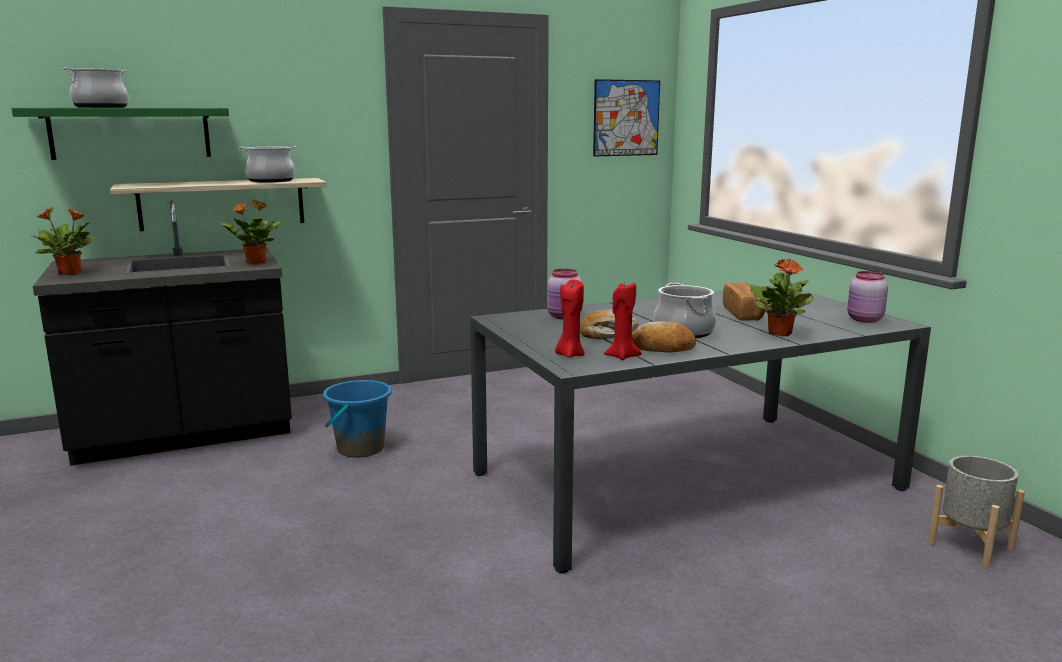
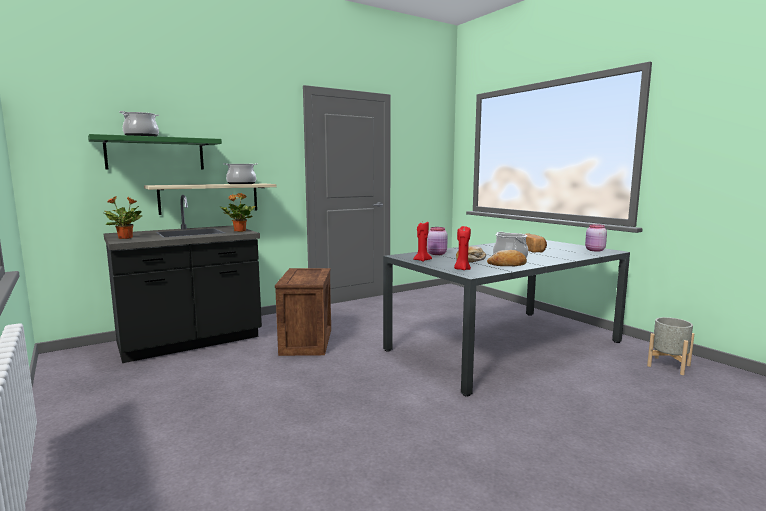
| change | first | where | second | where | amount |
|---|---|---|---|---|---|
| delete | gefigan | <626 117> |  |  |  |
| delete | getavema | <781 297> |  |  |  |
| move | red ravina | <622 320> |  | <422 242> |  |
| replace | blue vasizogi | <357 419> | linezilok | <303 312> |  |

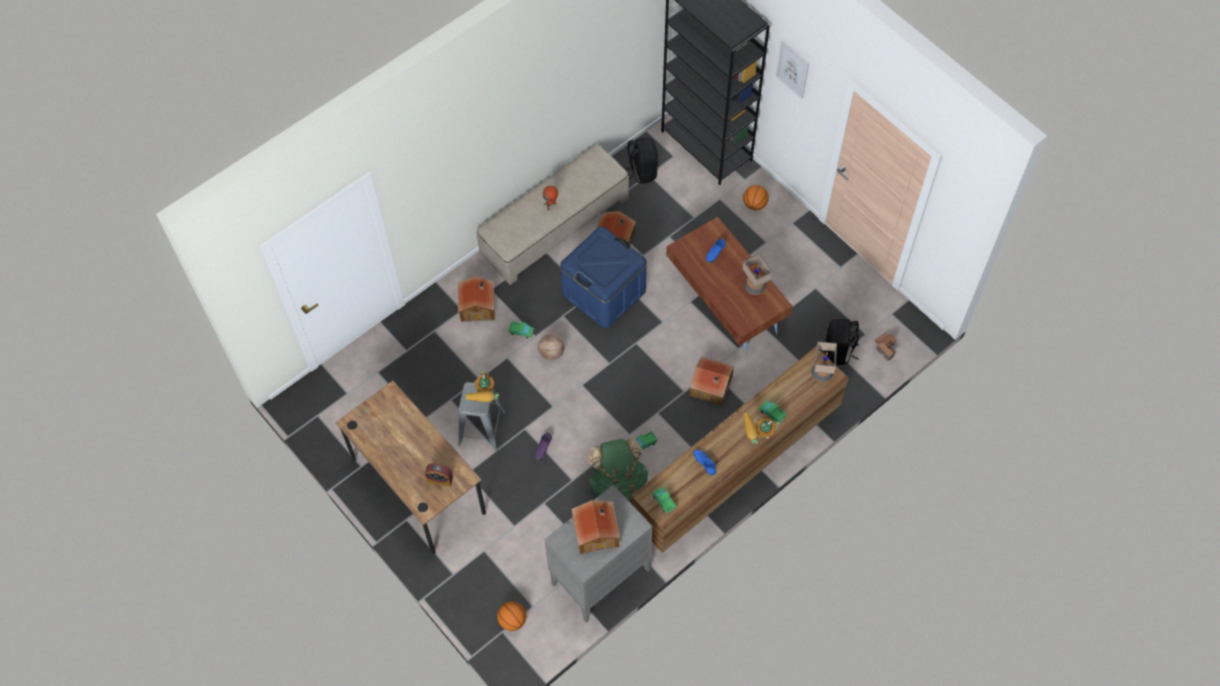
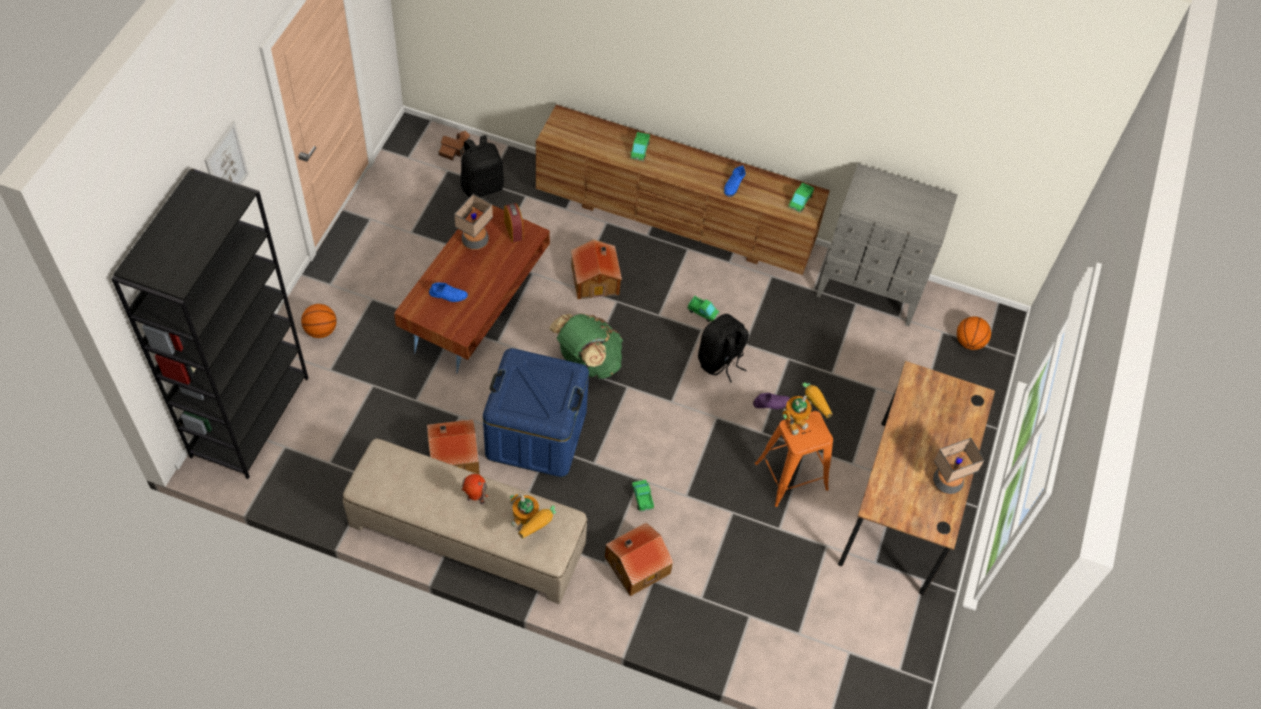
| change | first | where | second | where | amount |
|---|---|---|---|---|---|
| move | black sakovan | <641 161> |  | <723 348> |  |
| delete | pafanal | <551 347> |  |  |  |
| move | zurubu | <824 361> |  | <959 466> |  |
| recolor | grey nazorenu | <481 416> | orange nazorenu | <794 459> |  |
| move | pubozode | <761 428> |  | <533 516> |  |
| move | green sakovan | <618 469> |  | <586 346> |  |
| move | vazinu | <439 474> |  | <513 222> |  |
| delete | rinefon | <595 527> |  |  |  |

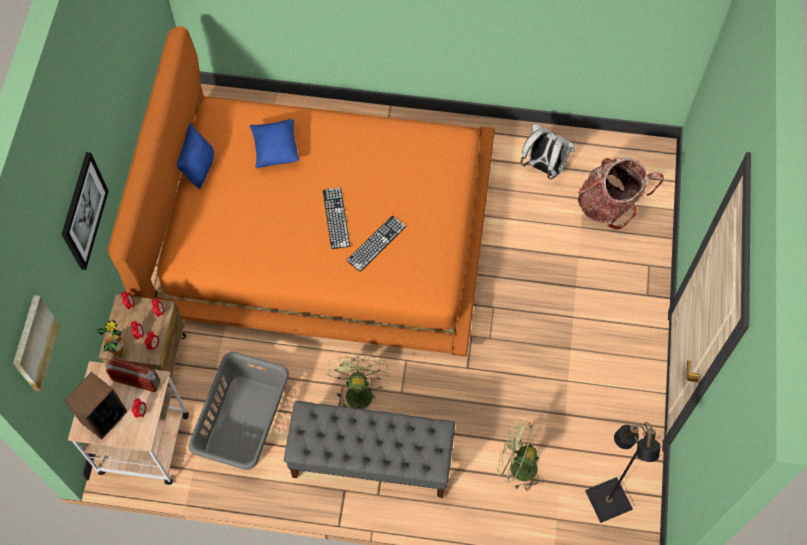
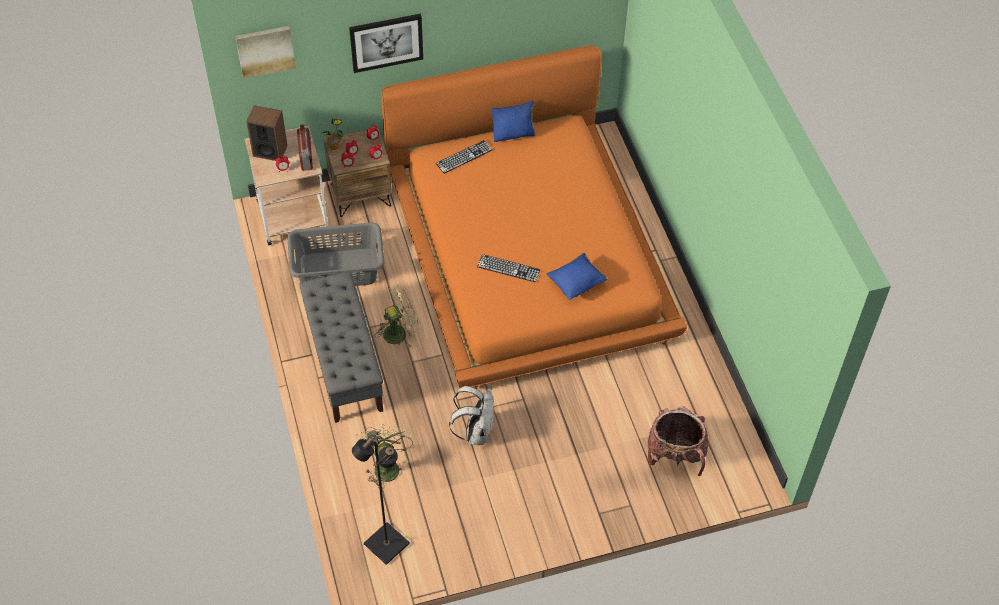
| change | first | where | second | where | amount |
|---|---|---|---|---|---|
| move | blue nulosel | <274 143> |  | <576 276> |  |
| move | white sakovan | <548 151> |  | <472 415> |  |
| move | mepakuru | <336 218> |  | <464 157> |  |

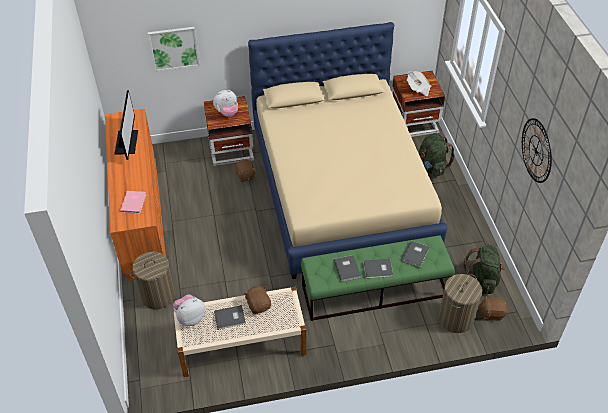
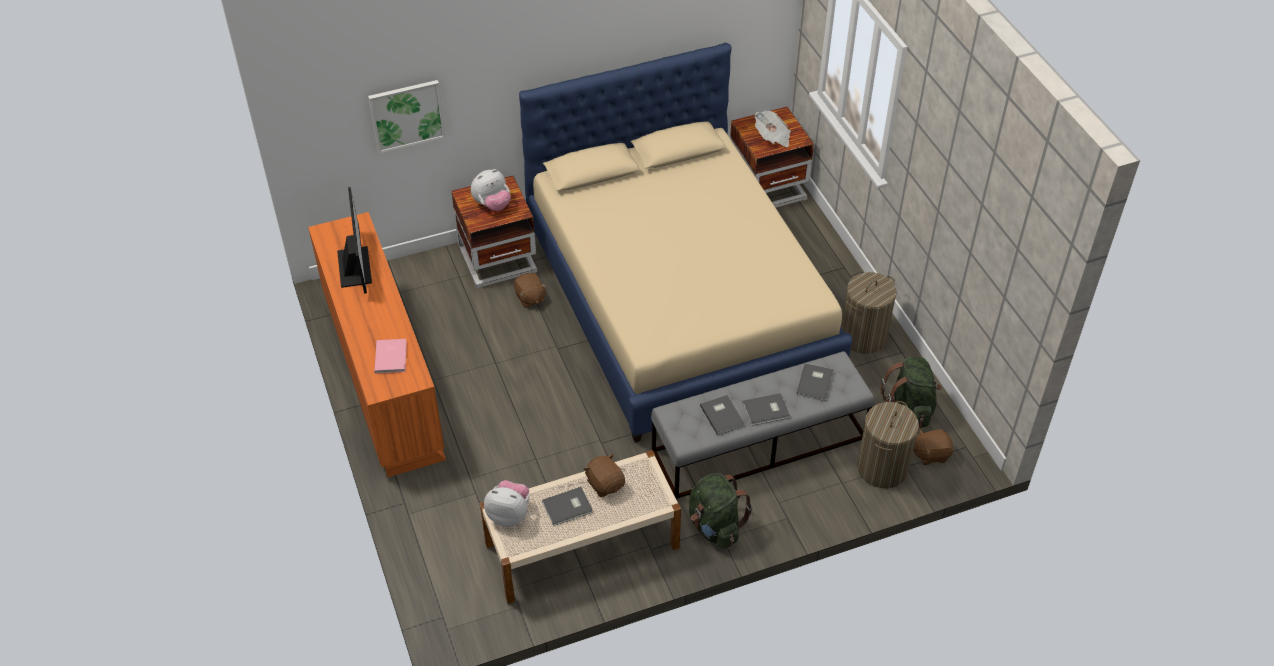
| change | first | where | second | where | amount |
|---|---|---|---|---|---|
| delete | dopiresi | <537 150> |  |  |  |
| move | green sakovan | <437 155> |  | <721 511> |  |
| recolor | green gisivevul | <378 278> | grey gisivevul | <762 425> |  |
| move | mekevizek | <152 280> |  | <869 313> |  |
| rotate | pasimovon | <189 310> |  | <506 503> | 60 degrees clockwise |

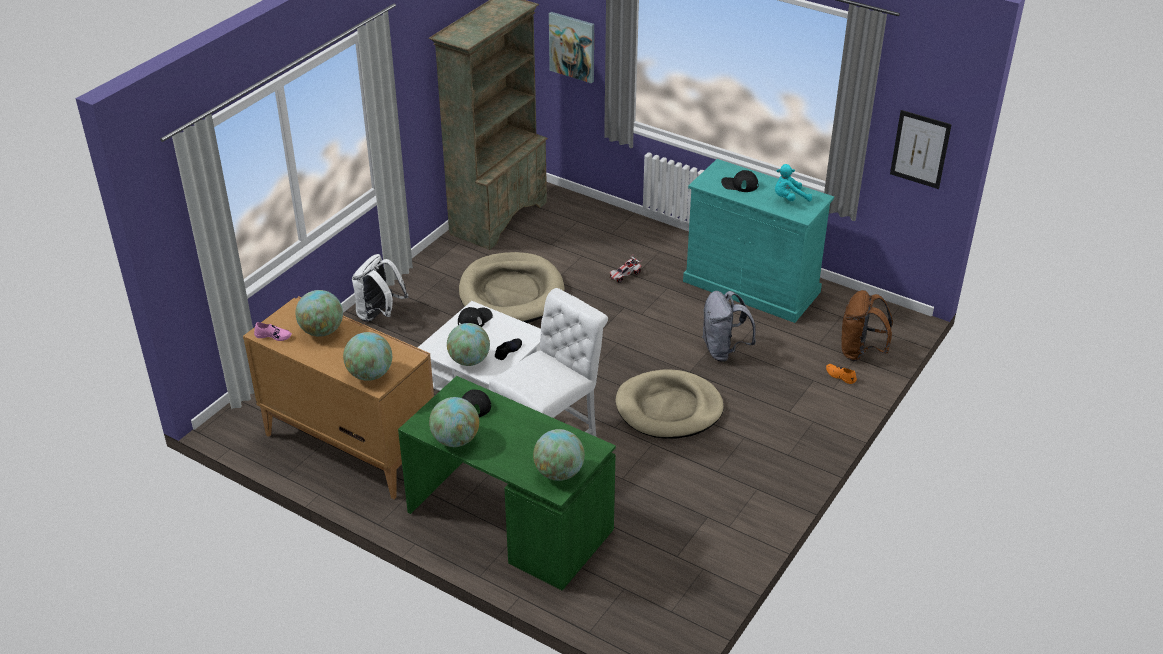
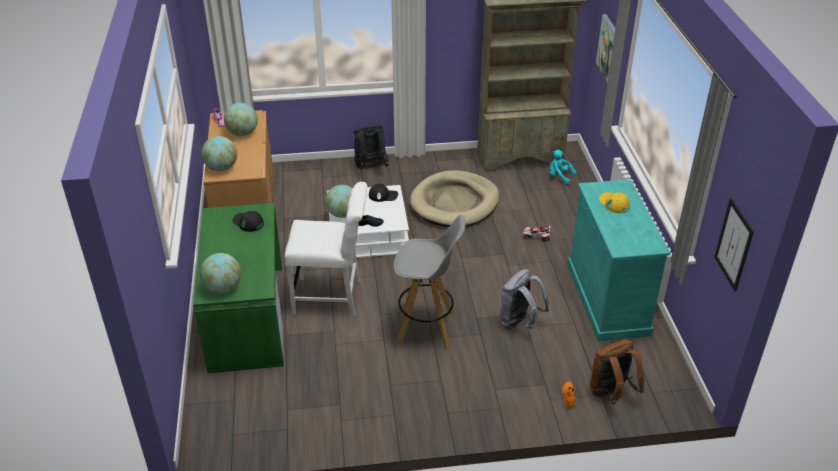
| change | first | where | second | where | amount |
|---|---|---|---|---|---|
| move | turquoise pasimovon | <793 182> |  | <563 167> |  |
| recolor | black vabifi | <740 181> | yellow vabifi | <614 202> |  |
| recolor | white sakovan | <380 288> | black sakovan | <371 148> |  |
| replace | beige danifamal | <669 404> | grey nazorenu | <429 281> |  |
| delete | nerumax | <454 422> |  |  |  |

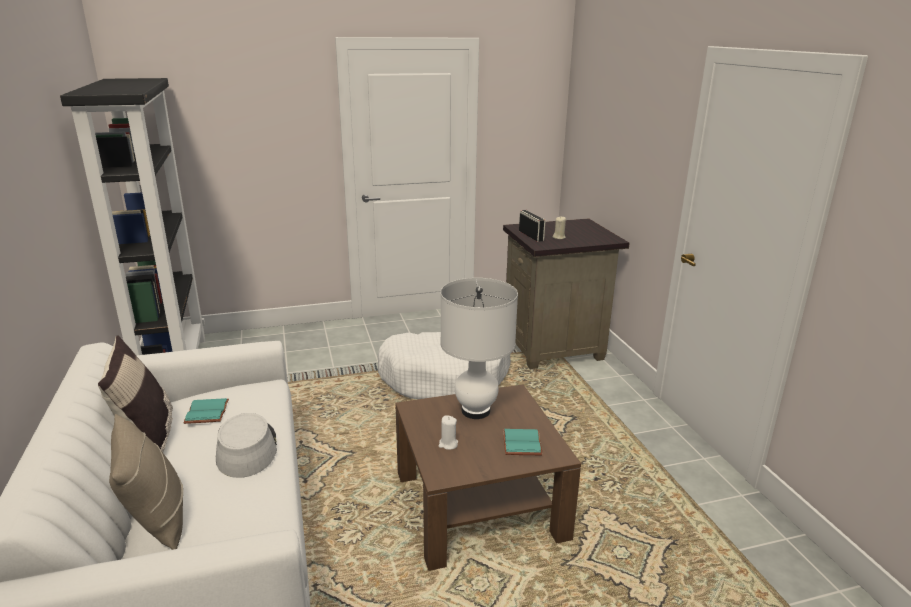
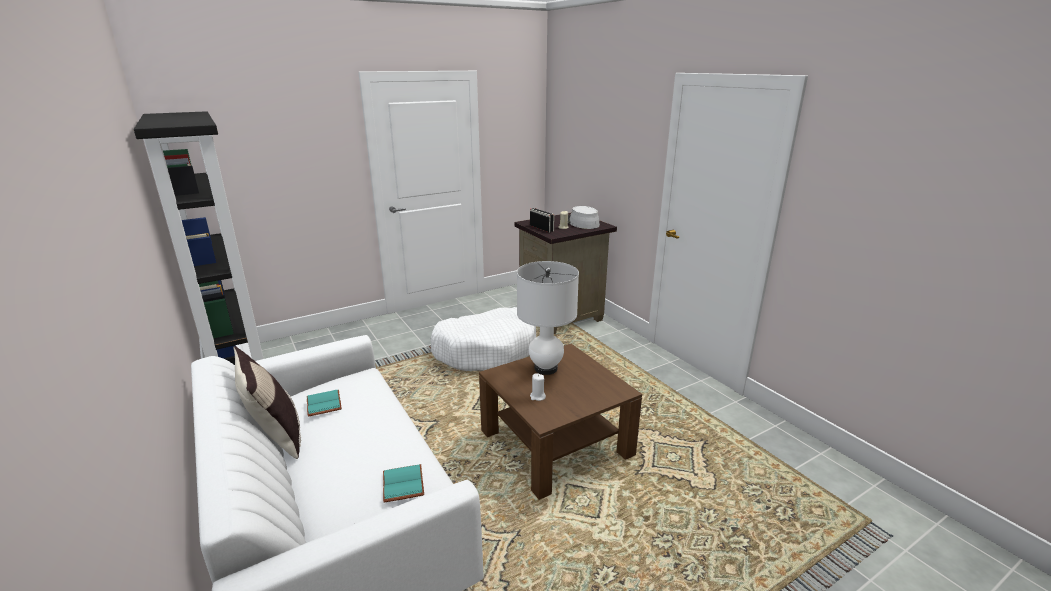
| change | first | where | second | where | amount |
|---|---|---|---|---|---|
| move | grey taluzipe | <246 445> |  | <584 217> |  |
| delete | beige nulosel | <146 482> |  |  |  |
| move | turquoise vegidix | <523 442> |  | <403 483> |  |

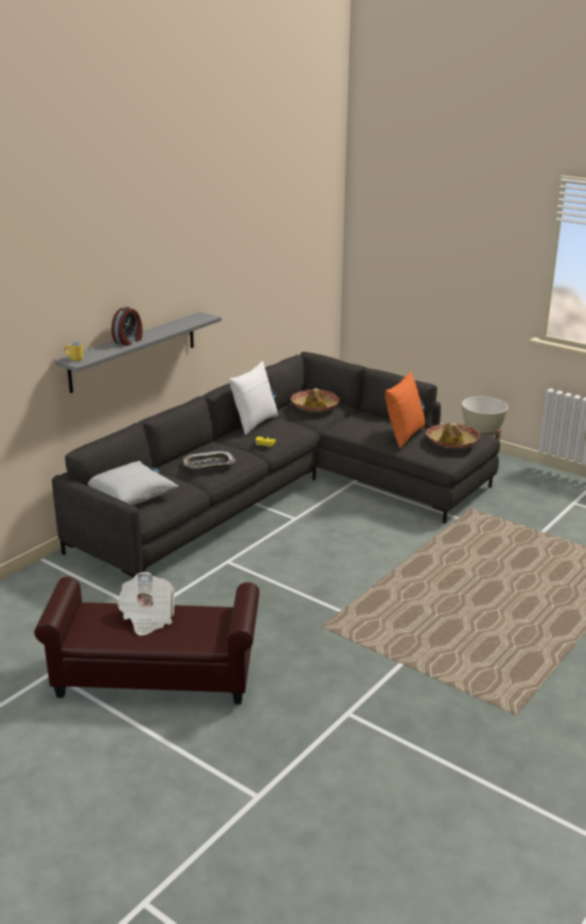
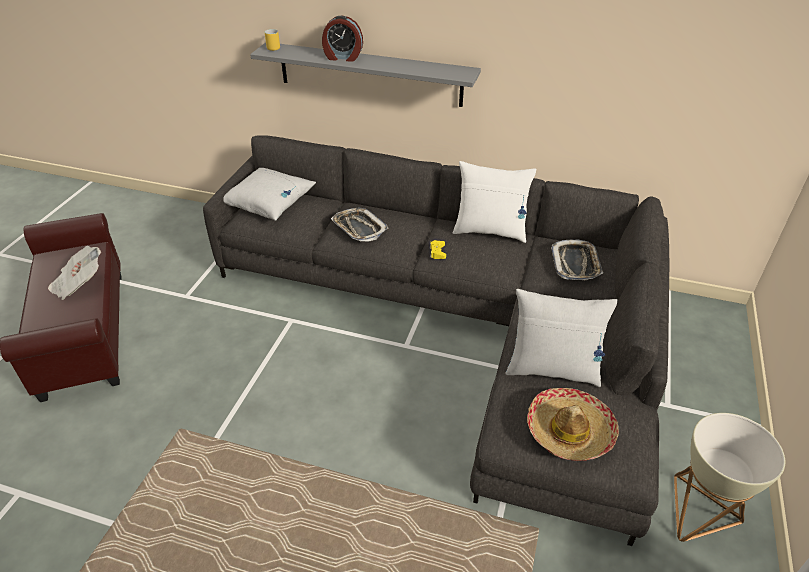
| change | first | where | second | where | amount |
|---|---|---|---|---|---|
| recolor | orange nulosel | <405 410> | grey nulosel | <561 338> |  |
| replace | taluzipe | <315 400> | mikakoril | <577 259> |  |

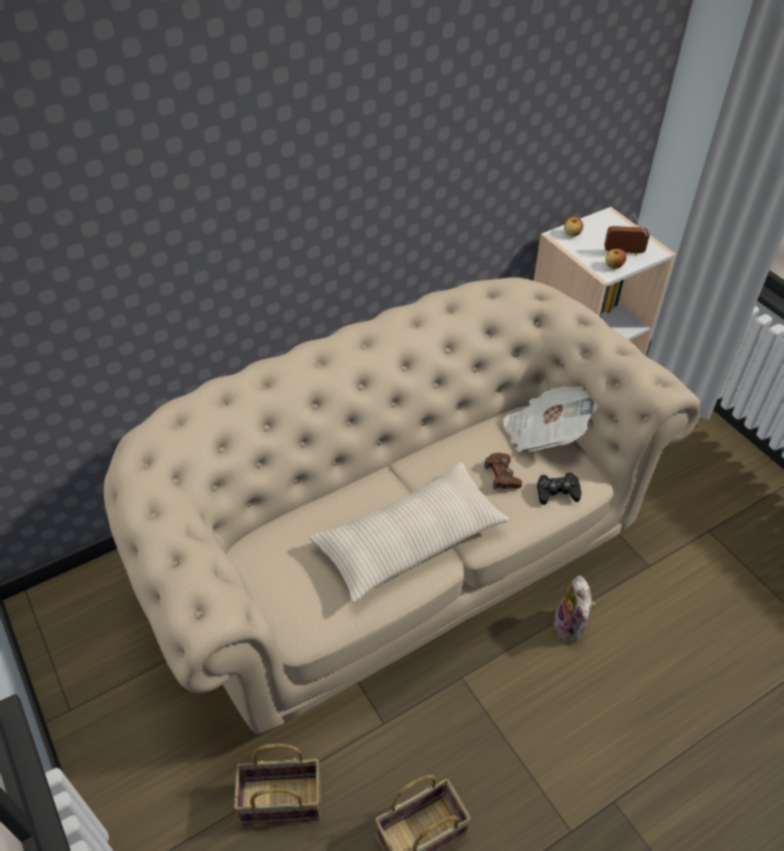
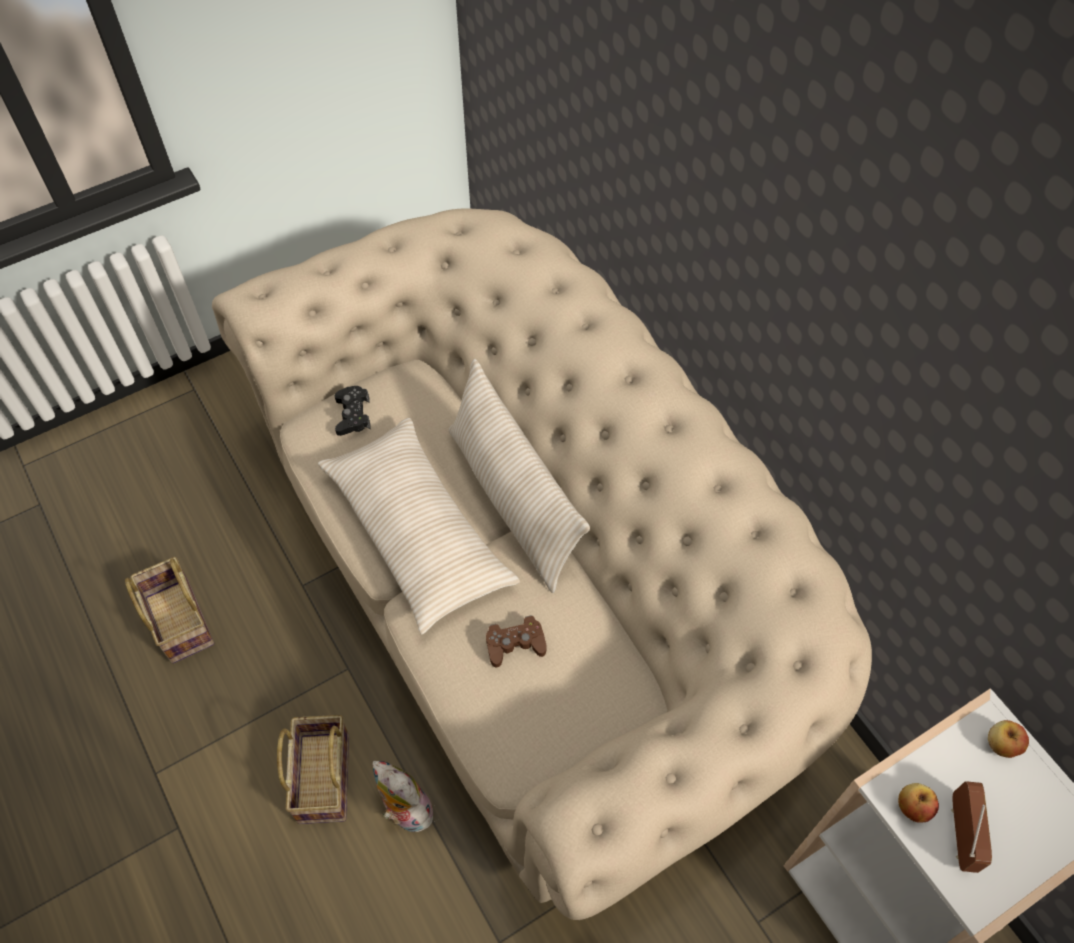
| change | first | where | second | where | amount |
|---|---|---|---|---|---|
| delete | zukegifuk | <550 419> |  |  |  |
| move | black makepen | <559 488> |  | <353 411> |  |
| rotate | pasimovon | <575 609> |  | <404 796> | 45 degrees clockwise |
| move | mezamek | <277 784> |  | <313 769> |  |
| insert |  |  | beige nulosel | <519 476> |  |

